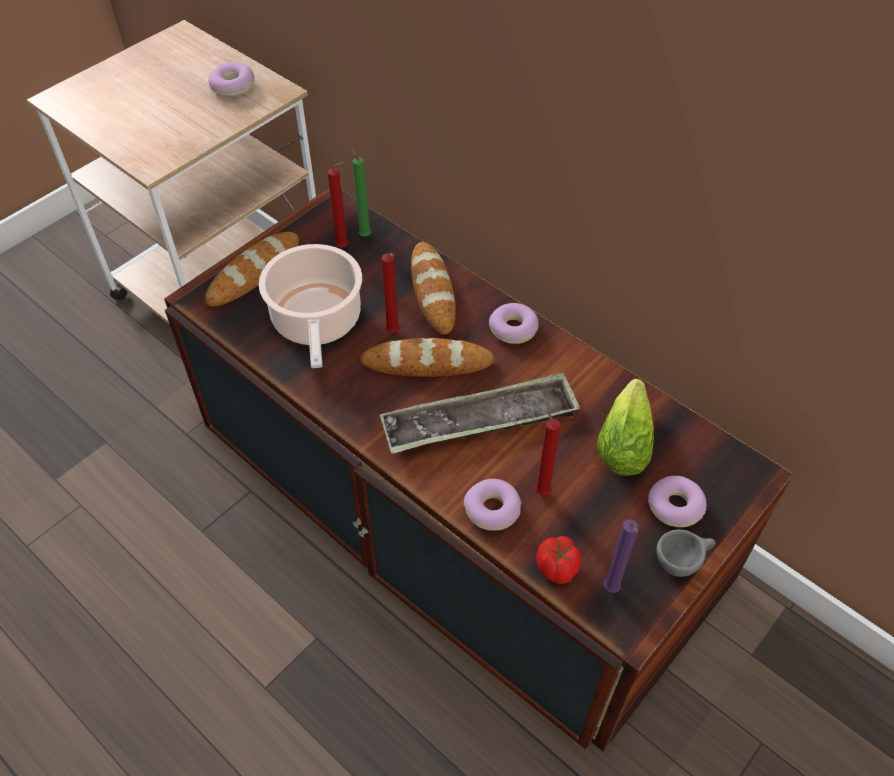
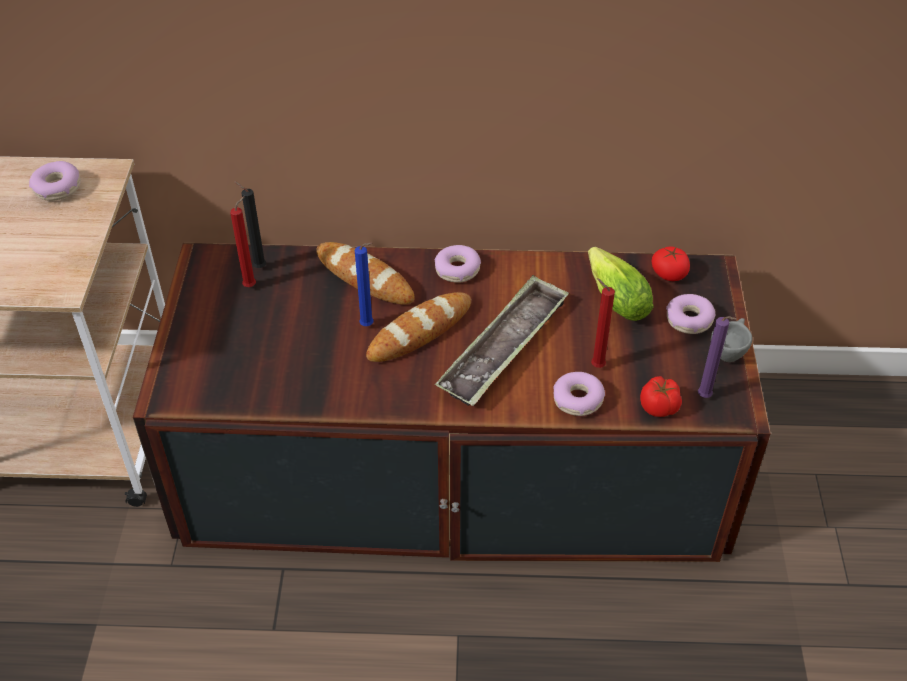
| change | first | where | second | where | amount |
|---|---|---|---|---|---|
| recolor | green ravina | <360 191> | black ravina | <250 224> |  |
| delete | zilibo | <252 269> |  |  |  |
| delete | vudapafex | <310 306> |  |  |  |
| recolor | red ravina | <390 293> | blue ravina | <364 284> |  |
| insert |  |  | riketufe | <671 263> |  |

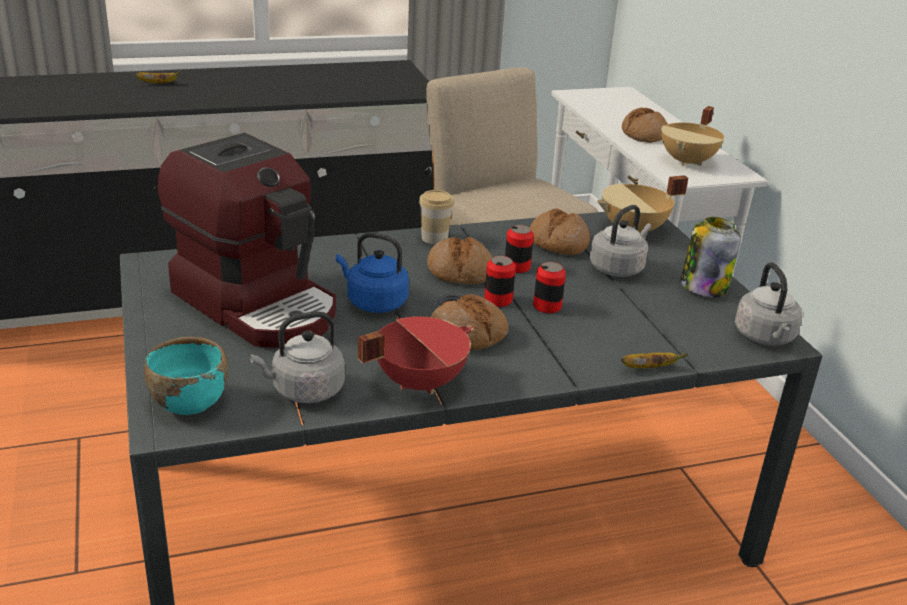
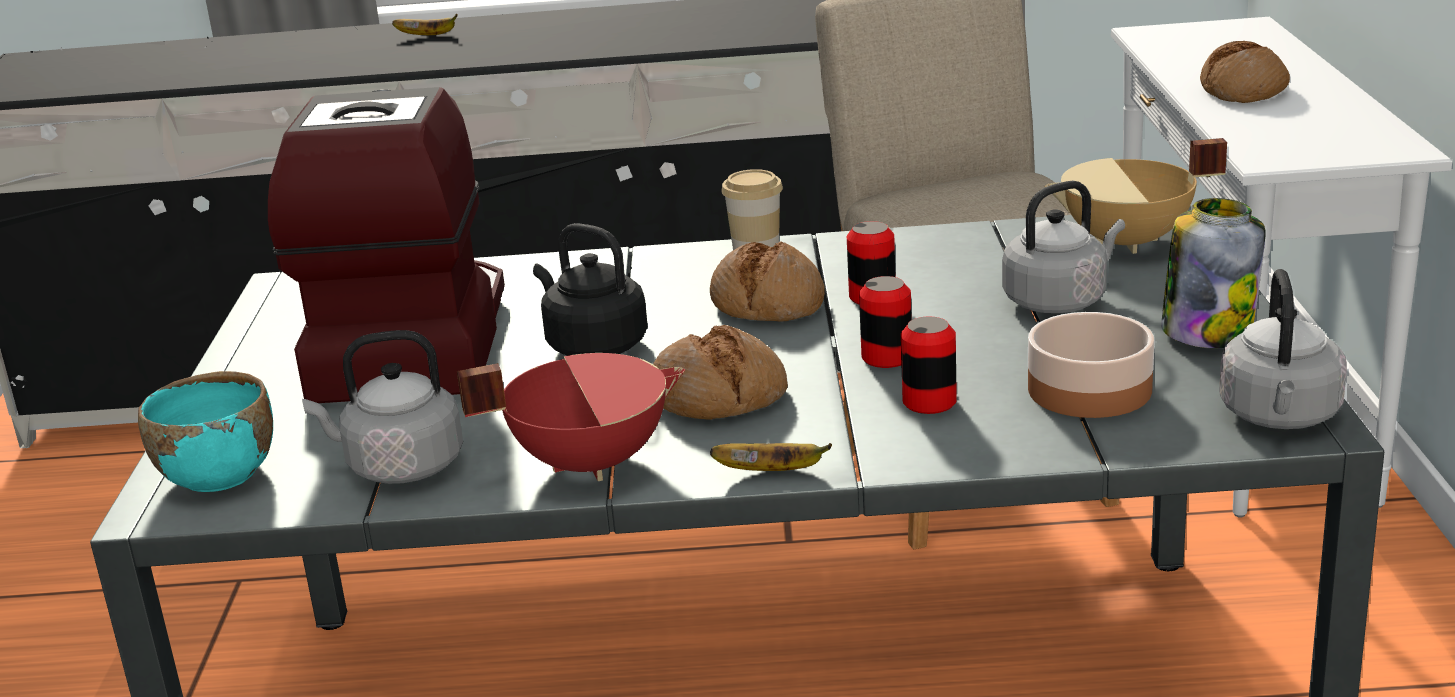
| change | first | where | second | where | amount |
|---|---|---|---|---|---|
| delete | beige vudapafex | <692 136> |  |  |  |
| rotate | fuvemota | <247 240> |  | <386 245> | 150 degrees counterclockwise |
| delete | zilibo | <560 231> |  |  |  |
| recolor | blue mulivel | <372 273> | black mulivel | <590 289> |  |
| move | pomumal | <500 281> |  | <929 365> |  |
| move | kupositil | <654 360> |  | <771 457> |  |
| insert |  |  | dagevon | <1091 365> |  |

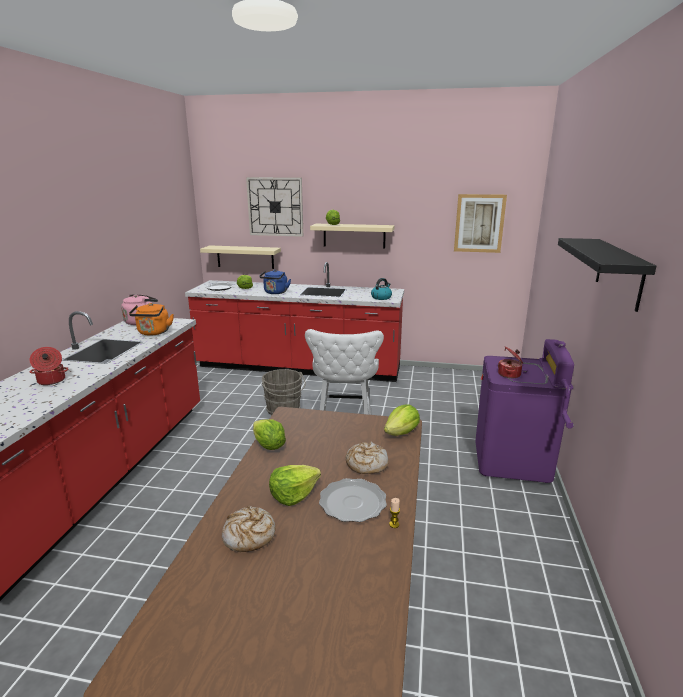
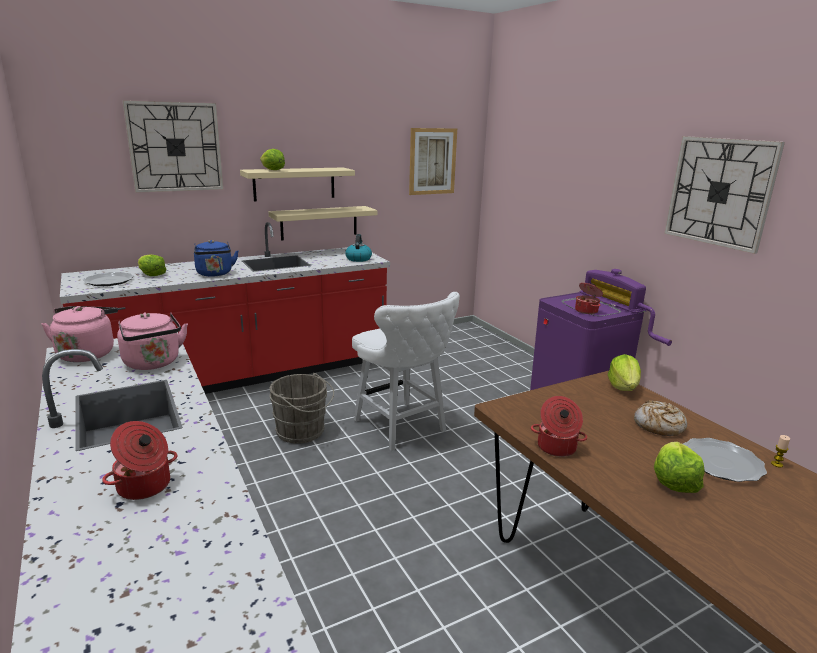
| change | first | where | second | where | amount |
|---|---|---|---|---|---|
| replace | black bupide | <607 275> | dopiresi | <724 195> |  |
| move | beige bupide | <240 257> |  | <322 223> |  |
| recolor | orange mulivel | <151 319> | pink mulivel | <152 341> |  |
| replace | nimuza | <269 434> | vudapafex | <559 426> |  |
| delete | zilibo | <249 528> |  |  |  |

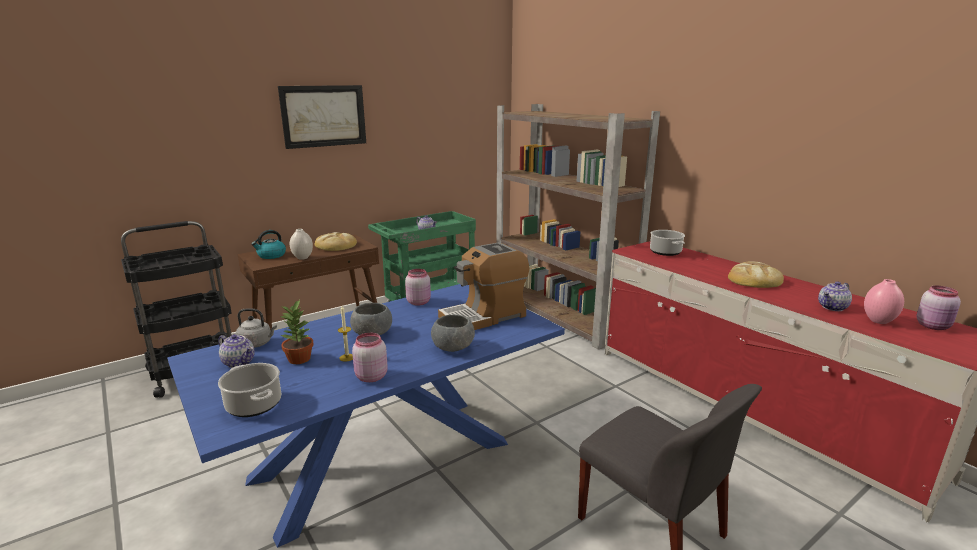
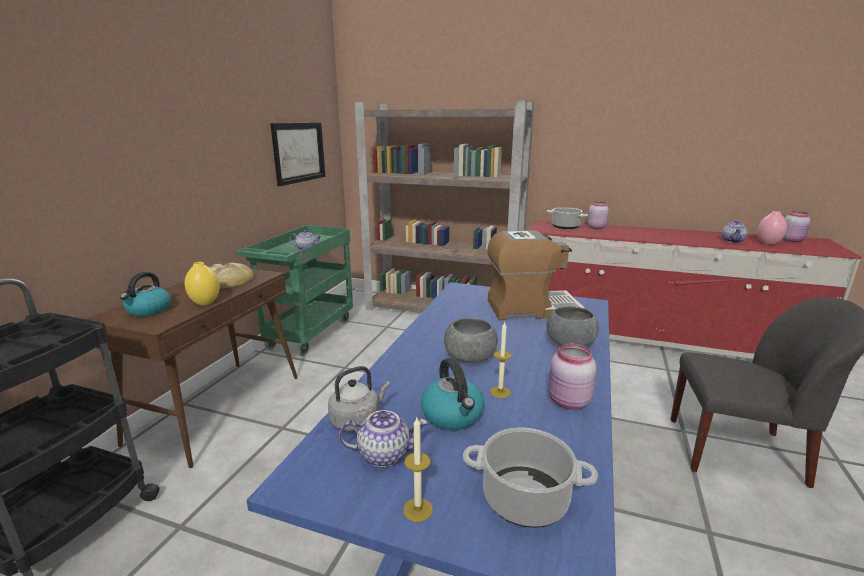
| change | first | where | second | where | amount |
|---|---|---|---|---|---|
| move | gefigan | <322 117> |  | <297 154> |  |
| recolor | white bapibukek | <301 244> | yellow bapibukek | <202 284> |  |
| rotate | fuvemota | <483 286> |  | <536 275> | 120 degrees counterclockwise |
| delete | zilibo | <756 274> |  |  |  |
| move | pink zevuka | <418 287> |  | <598 215> |  |
| replace | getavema | <297 332> | mulivel | <453 394> |  |
| insert |  |  | ravina | <418 470> |  |

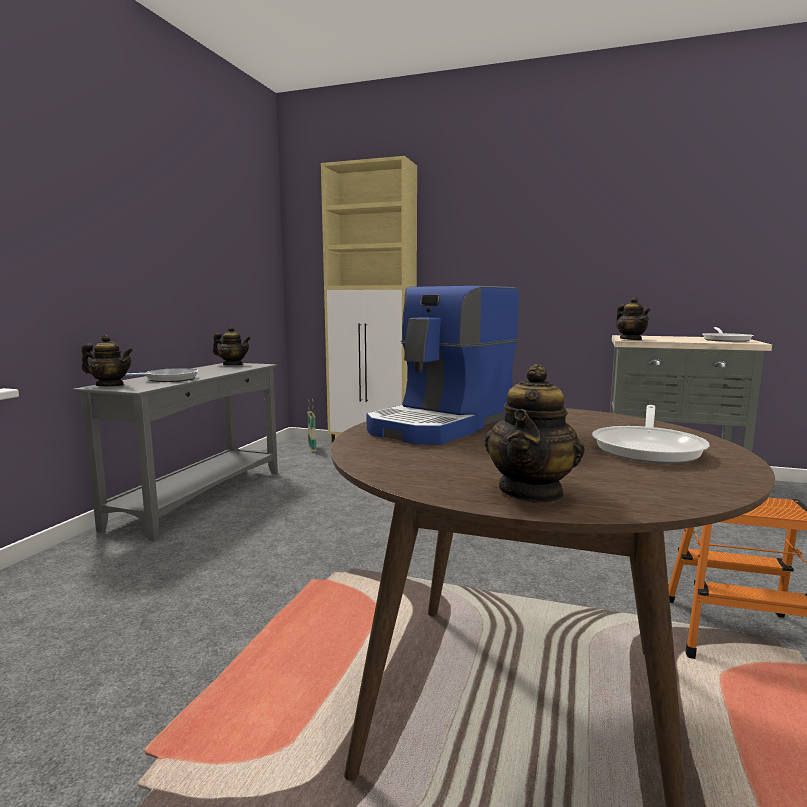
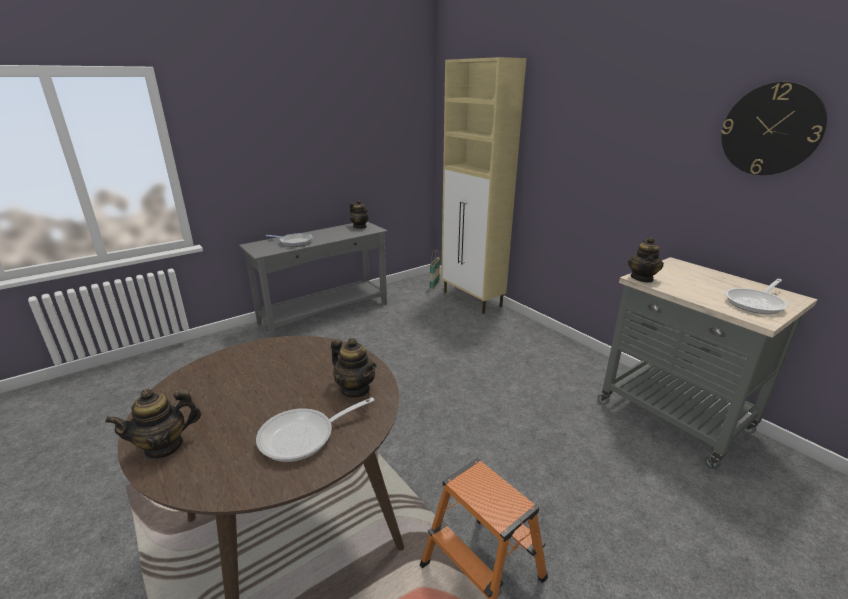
| change | first | where | second | where | amount |
|---|---|---|---|---|---|
| delete | fuvemota | <443 365> |  |  |  |
| move | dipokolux | <107 360> |  | <354 367> |  |
| insert |  |  | dopiresi | <774 128> |  |

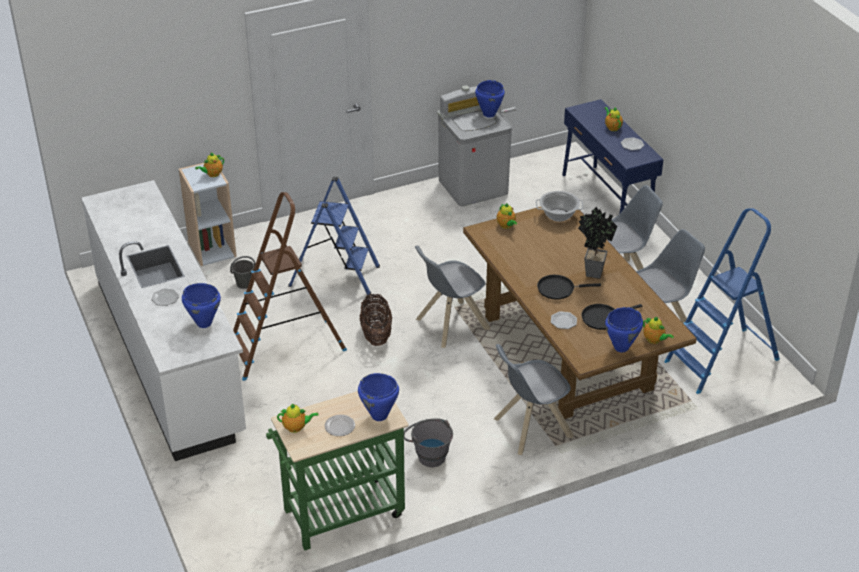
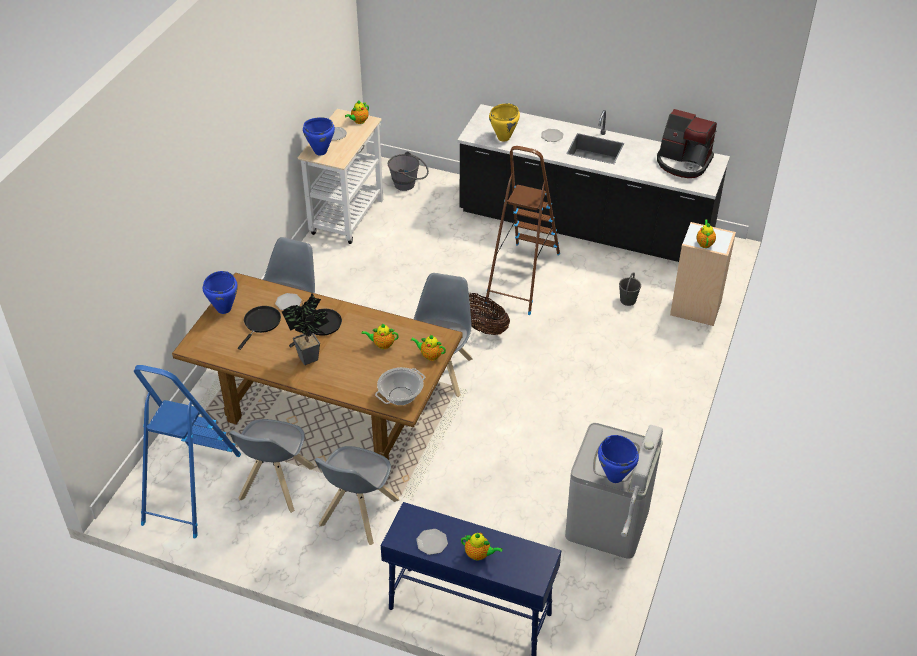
| change | first | where | second | where | amount |
|---|---|---|---|---|---|
| delete | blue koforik | <334 236> |  |  |  |
| recolor | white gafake | <163 320> | black gafake | <593 183> |  |
| recolor | blue vudapafex | <201 305> | yellow vudapafex | <504 122> |  |
| move | dipokolux | <658 330> |  | <380 336> |  |
| recolor | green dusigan | <337 470> | white dusigan | <340 176> |  |
| move | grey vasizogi | <428 442> |  | <408 171> |  |
| insert |  |  | fuvemota | <687 143> |  |

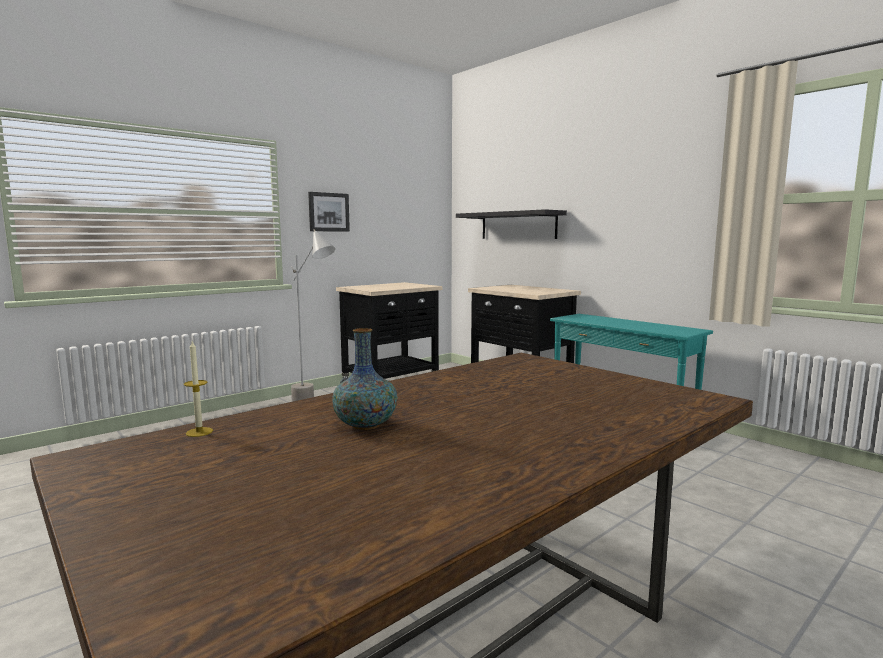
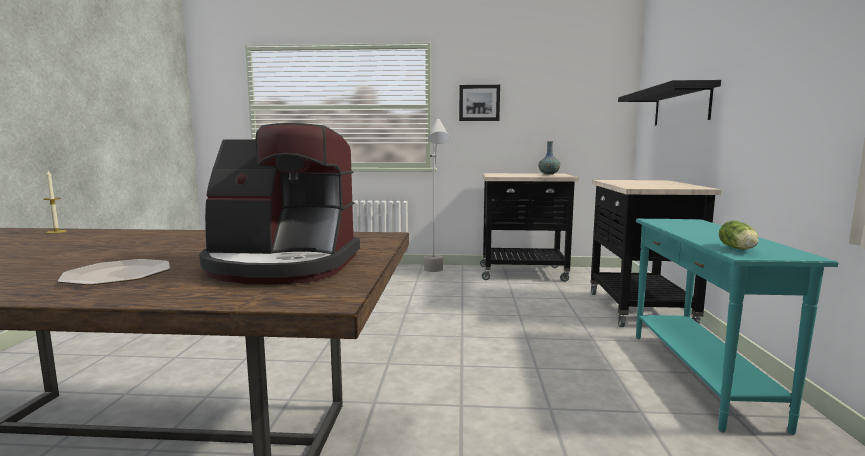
| change | first | where | second | where | amount |
|---|---|---|---|---|---|
| move | bapibukek | <365 379> |  | <549 158> |  |
| insert |  |  | fuvemota | <279 204> |  |
| insert |  |  | nimuza | <738 235> |  |
| insert |  |  | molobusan | <114 272> |  |

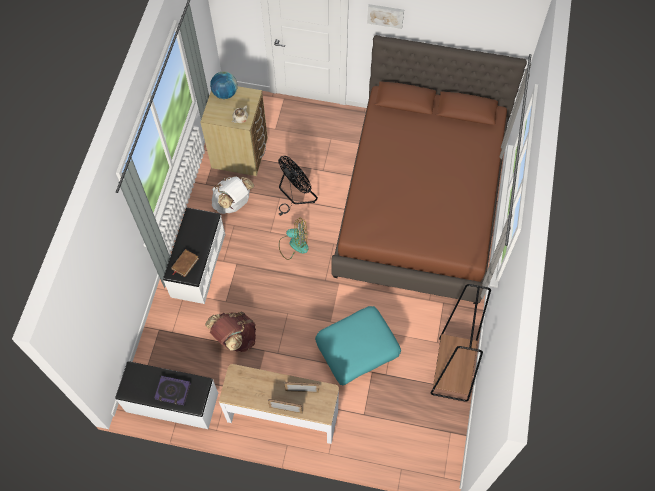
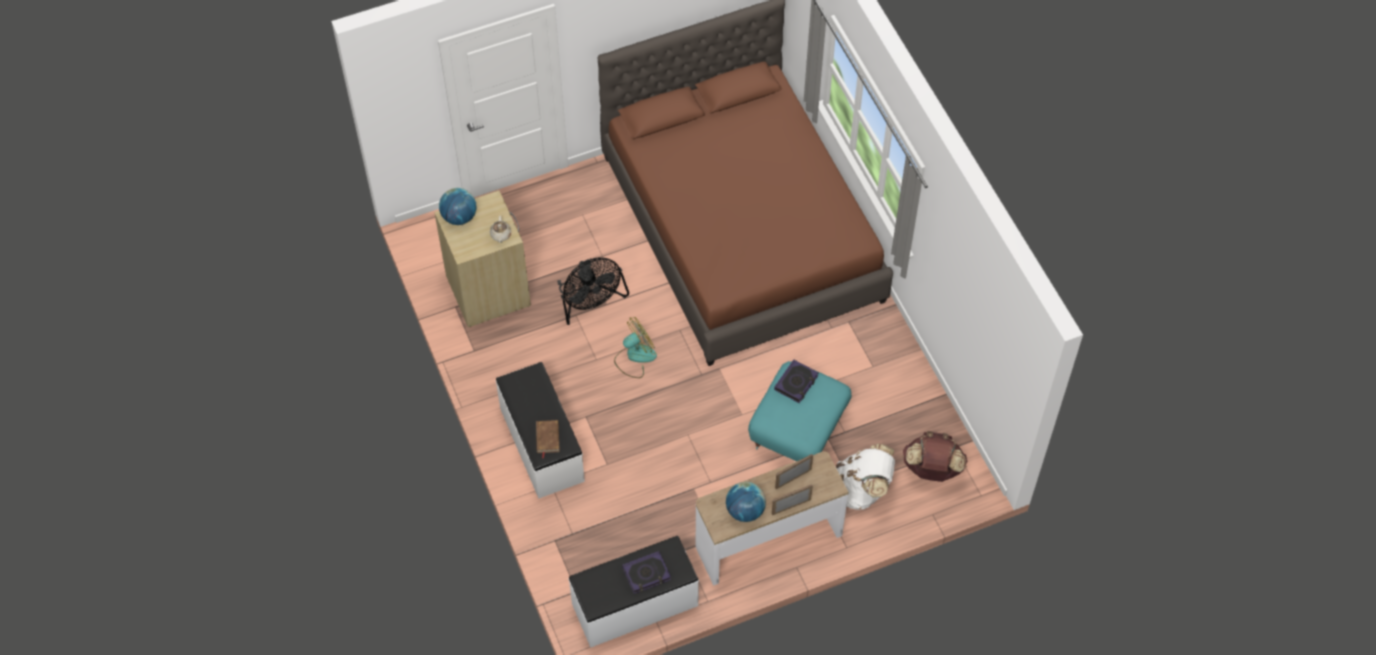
| change | first | where | second | where | amount |
|---|---|---|---|---|---|
| delete | gefigan | <385 16> |  |  |  |
| rotate | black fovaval | <298 186> |  | <593 291> | 135 degrees clockwise |
| move | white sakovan | <233 195> |  | <865 476> |  |
| delete | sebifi | <461 343> |  |  |  |
| move | brown sakovan | <230 332> |  | <934 456> |  |
| insert |  |  | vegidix | <796 381> |  |
| insert |  |  | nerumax | <746 502> |  |

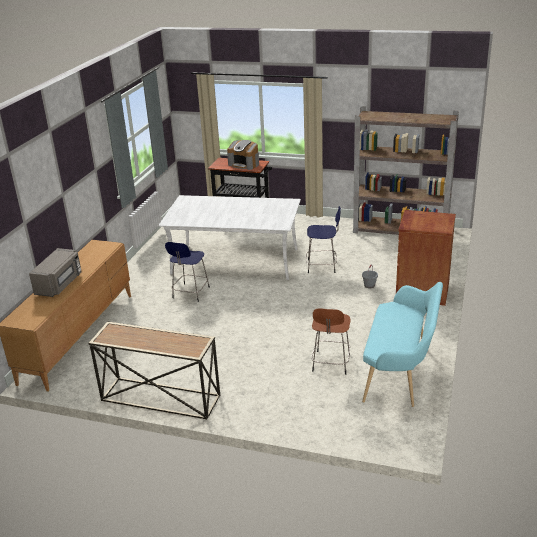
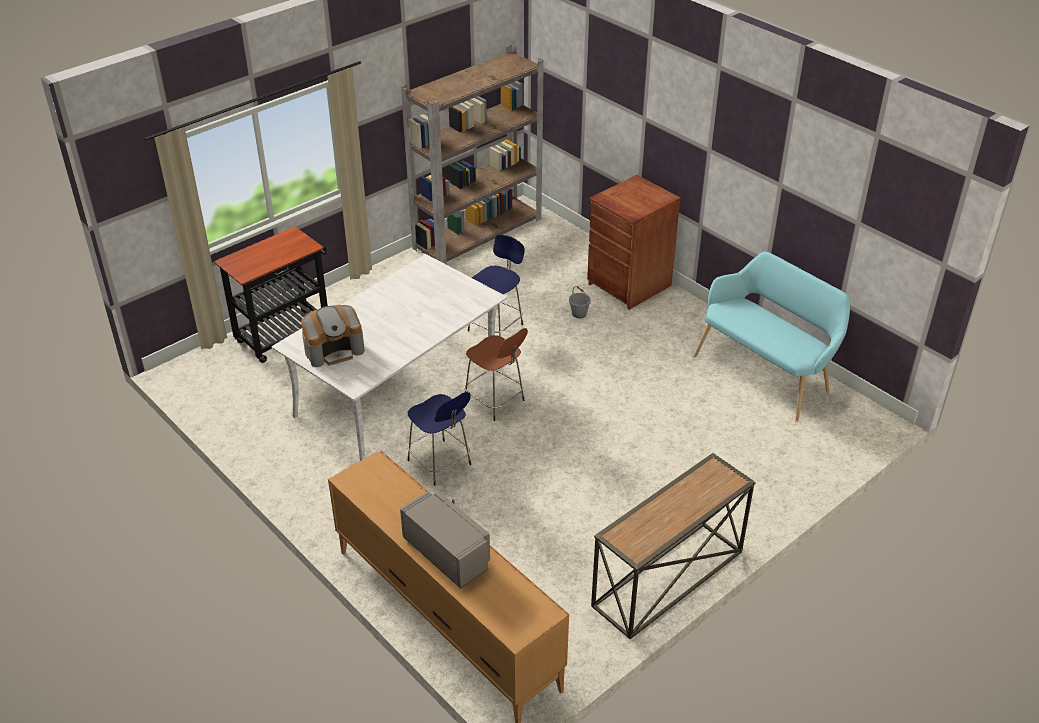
| change | first | where | second | where | amount |
|---|---|---|---|---|---|
| move | fuvemota | <243 155> |  | <333 336> |  |
| move | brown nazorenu | <331 341> |  | <496 374> |  |

